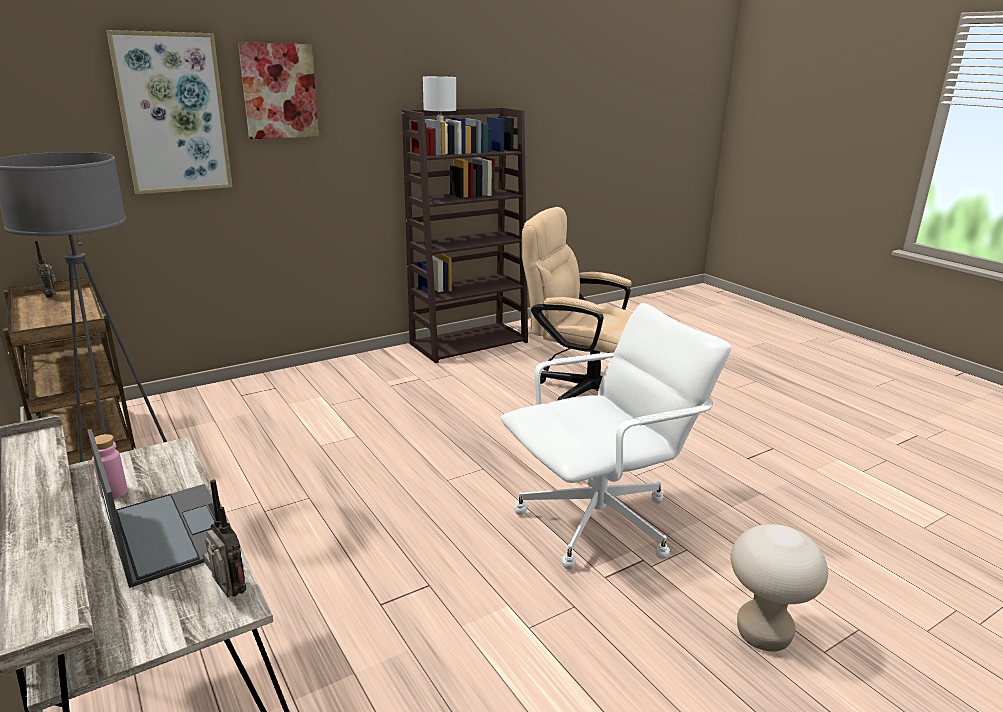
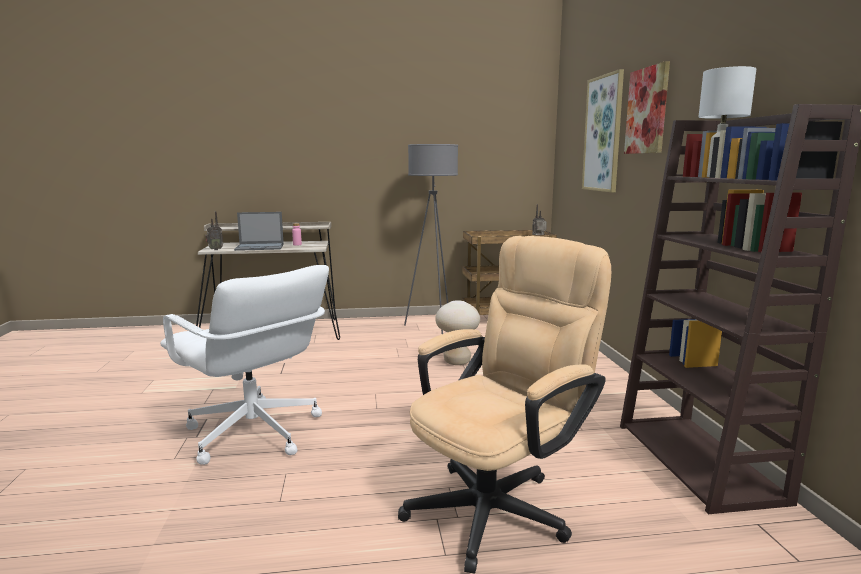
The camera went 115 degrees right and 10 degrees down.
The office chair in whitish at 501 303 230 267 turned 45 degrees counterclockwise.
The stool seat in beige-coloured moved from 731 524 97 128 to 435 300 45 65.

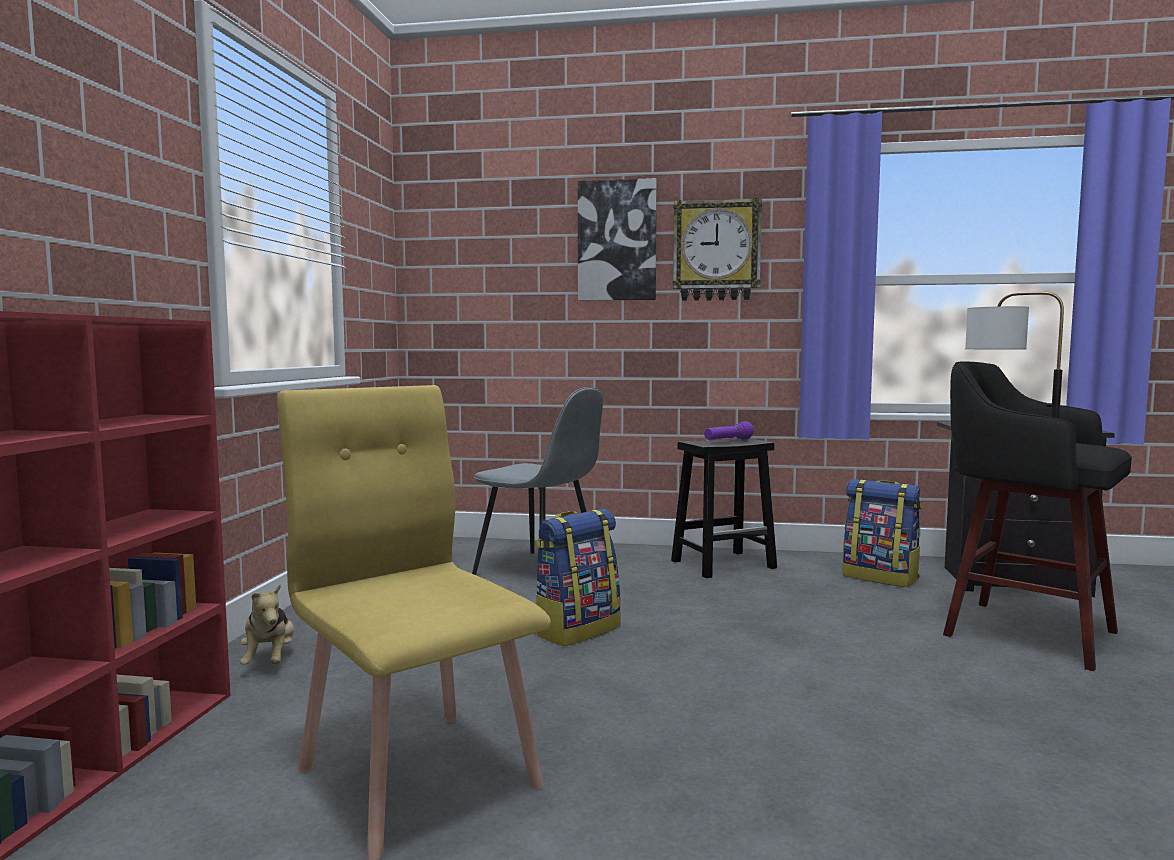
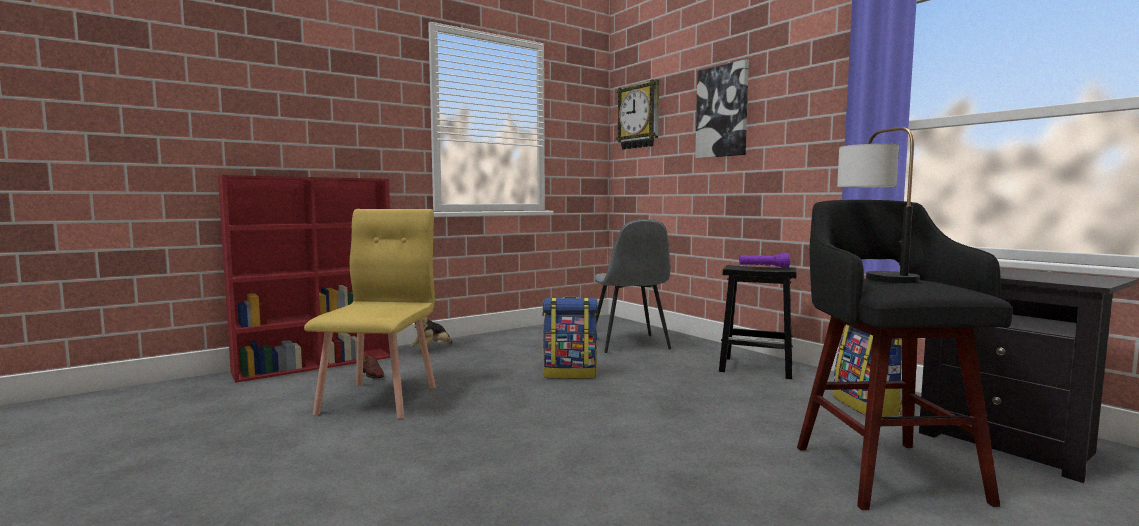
The camera went 45 degrees right and 0 degrees up.
The wall clock moved from 673 198 89 103 to 616 80 43 69.
The low shoe in brown-coloured at 363 355 21 24 appeared.

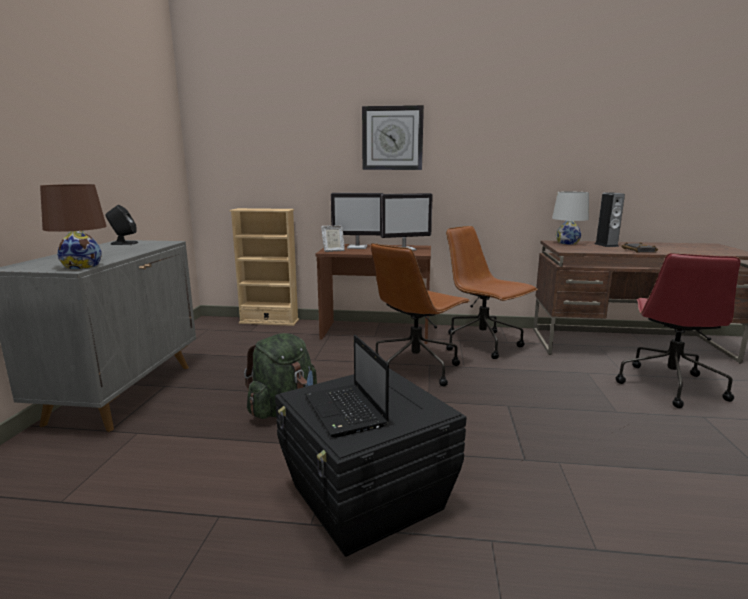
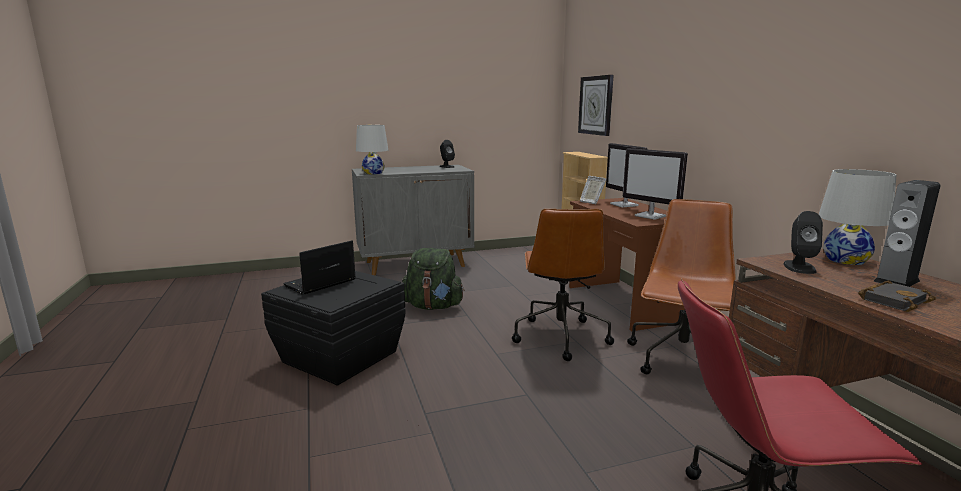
The camera went 65 degrees right and 0 degrees up.
The wall clock moved from 362 105 62 65 to 578 75 35 61.
The tabletop lamp in brown-coloured at 40 184 67 85 became the tabletop lamp in whitish at 356 125 32 50.
The office chair in brown-coloured at 371 243 99 143 turned 105 degrees counterclockwise.
The loudspeaker in blackish at 783 211 40 63 appeared.

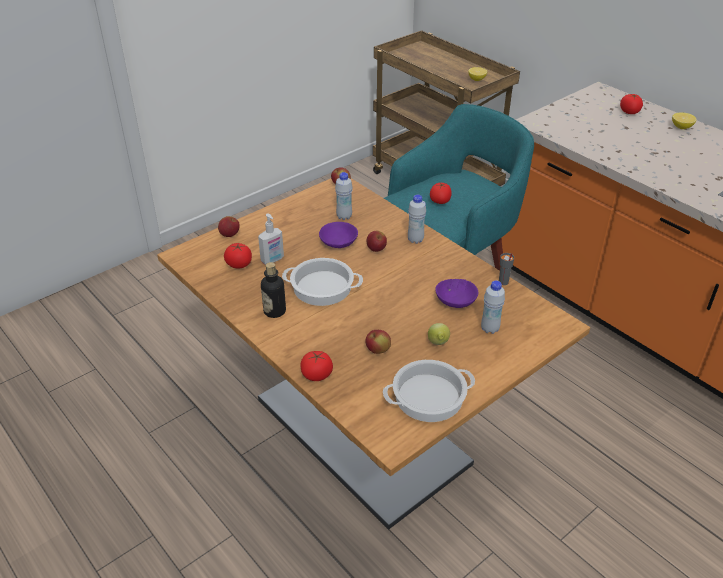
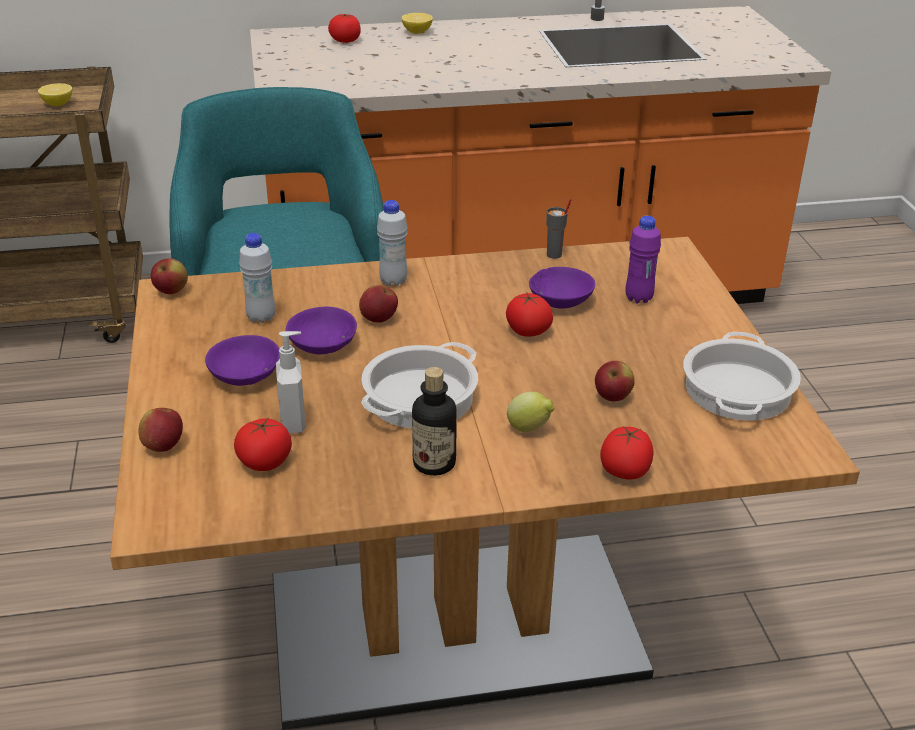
The camera went 60 degrees left and 5 degrees down.
The whole tomato moved from 430 183 22 21 to 506 292 47 45.
The drink bottle in whitish at 481 280 24 54 became the drink bottle in purple at 625 216 36 87.
The lemon moved from 428 323 22 22 to 507 392 48 40.
The serving bowl in purple at 205 335 75 51 appeared.

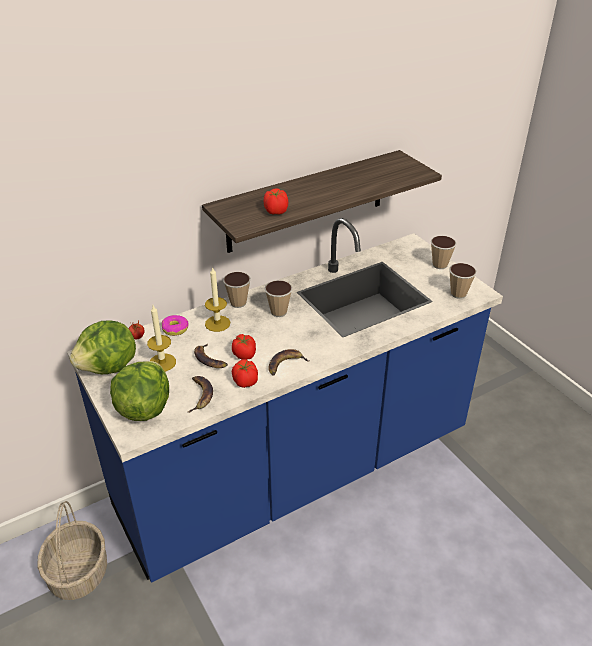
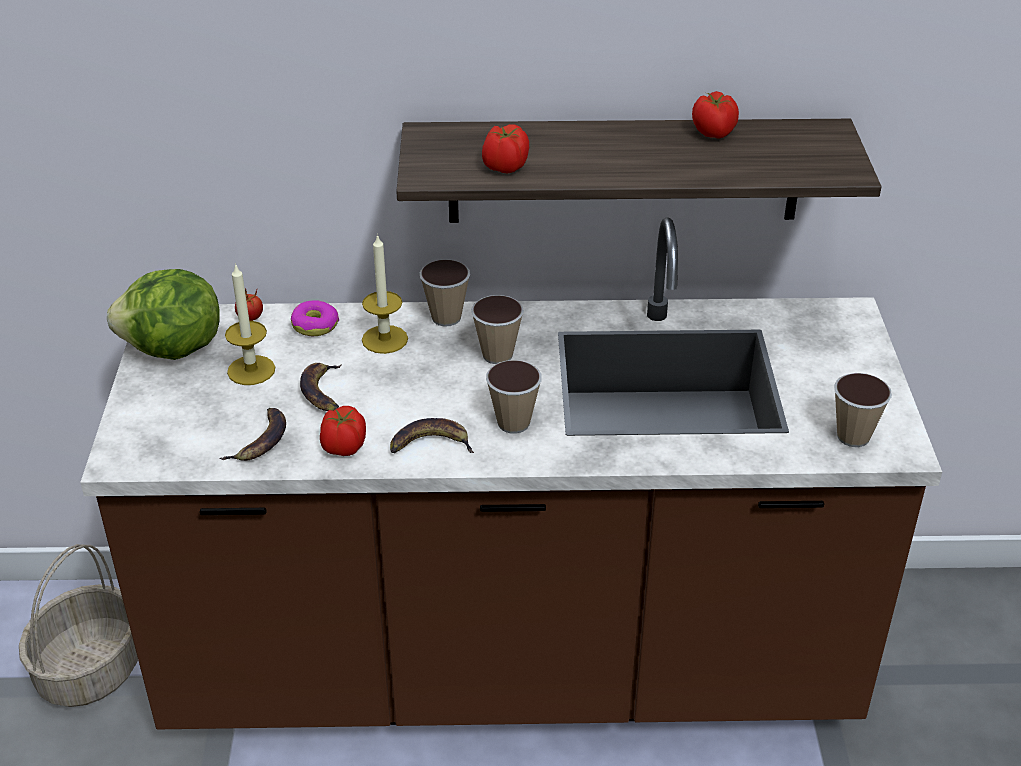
The camera went 30 degrees right and 0 degrees up.
The counter in blue at 67 218 436 365 became the counter in brown-coloured at 80 217 862 512.
The drinking cup moved from 431 236 26 33 to 486 360 56 74.
The whole tomato moved from 232 334 24 26 to 692 91 47 48.
The head of lettuce at 110 361 59 60 disappeared.

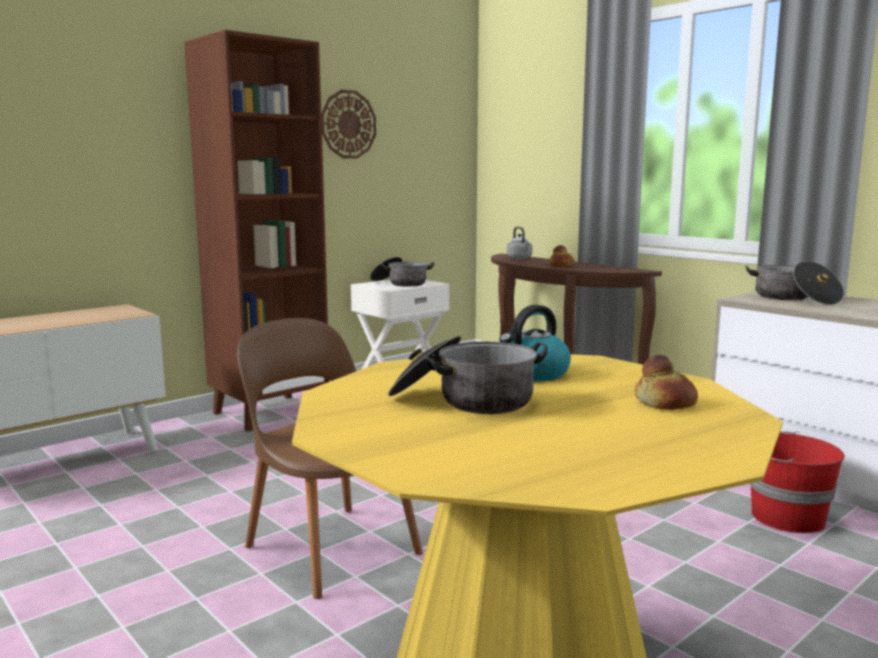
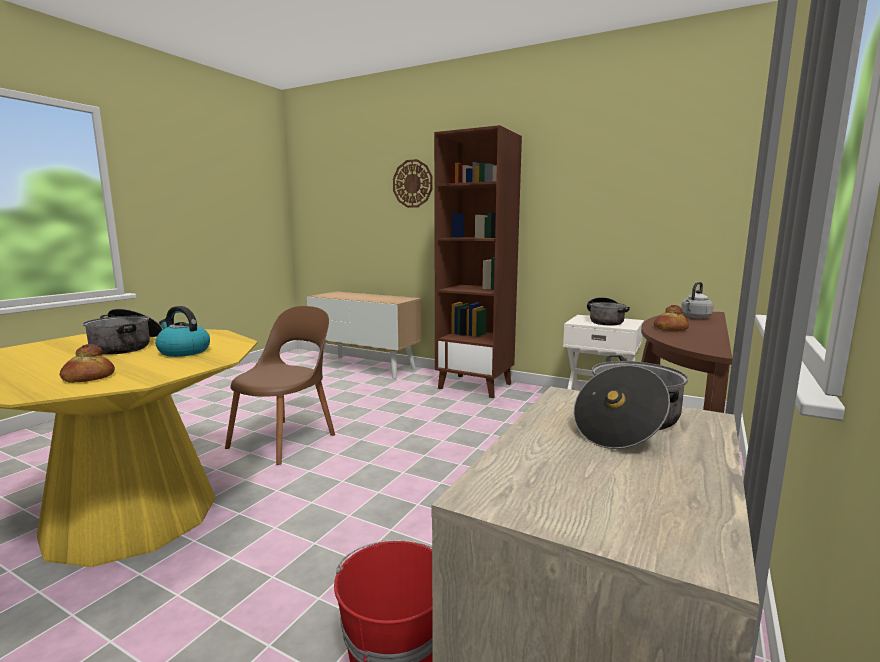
The camera went 70 degrees right and 0 degrees up.
The wall clock moved from 321 89 55 70 to 393 159 40 49.

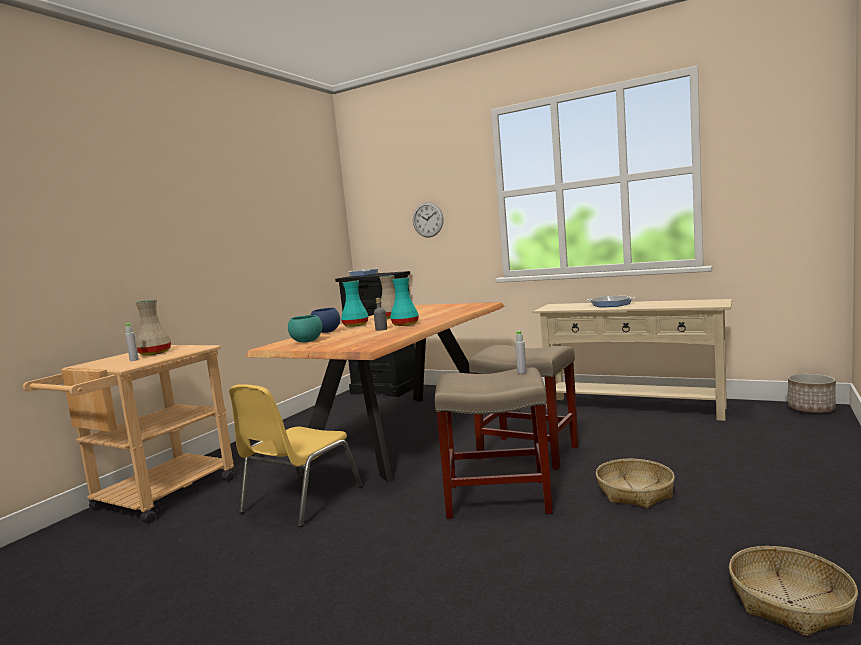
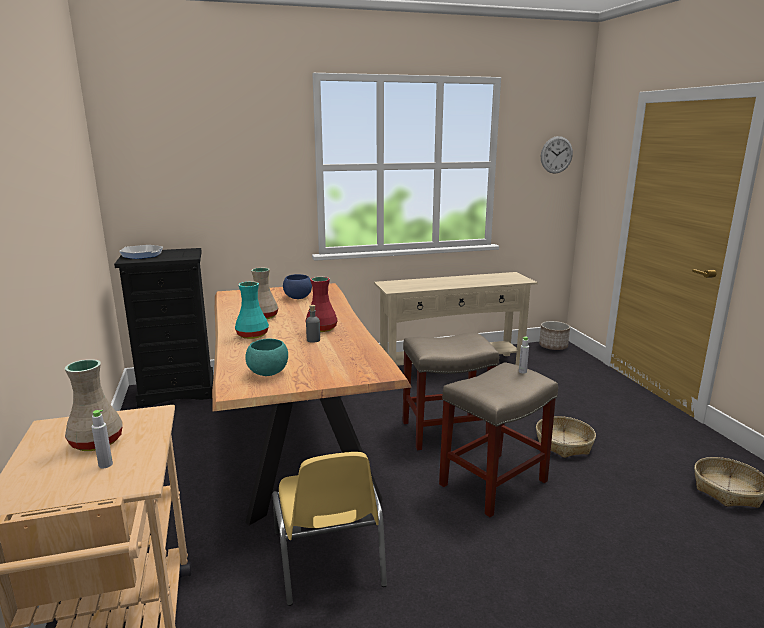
The camera went 45 degrees left and 10 degrees up.
The wall clock moved from 413 202 30 36 to 541 136 32 38.
The flower vase in turquoise at 390 278 29 48 became the flower vase in red at 306 277 31 55.
The frying pan at 587 296 47 11 disappeared.
The serving bowl in blue moved from 311 308 29 25 to 283 274 29 25.

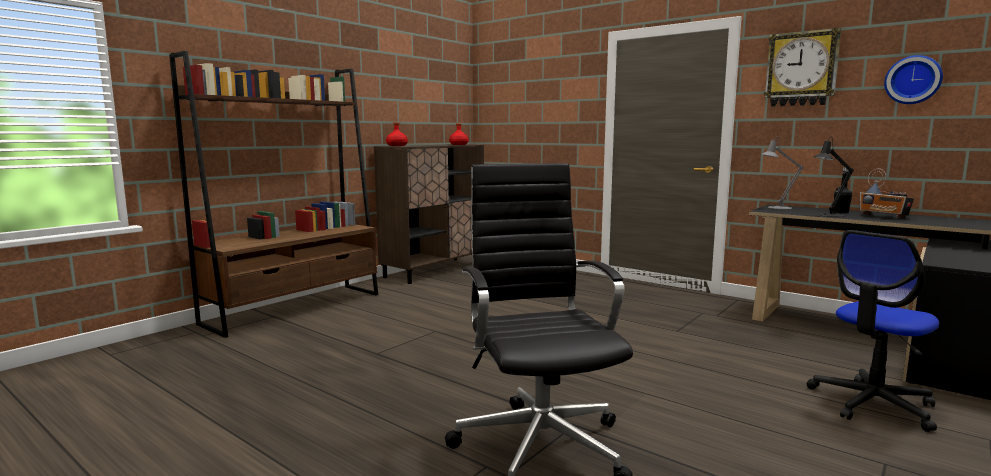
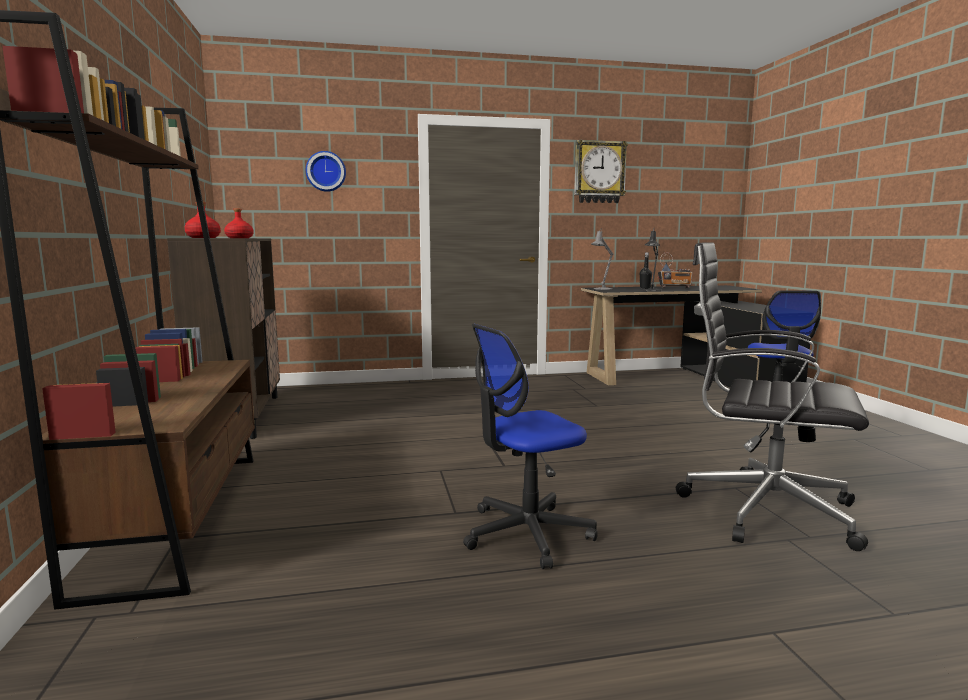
The camera went 50 degrees left and 0 degrees up.
The wall clock moved from 884 55 59 49 to 306 151 40 41.
The office chair at 463 324 135 245 appeared.

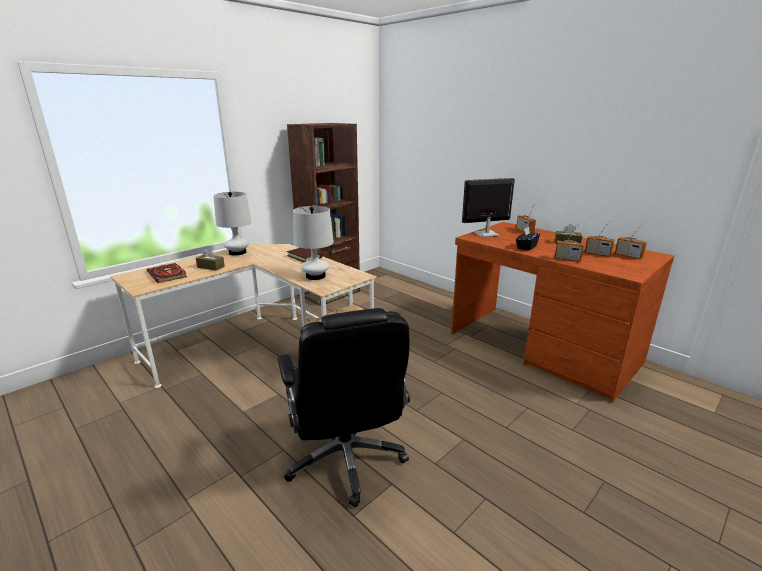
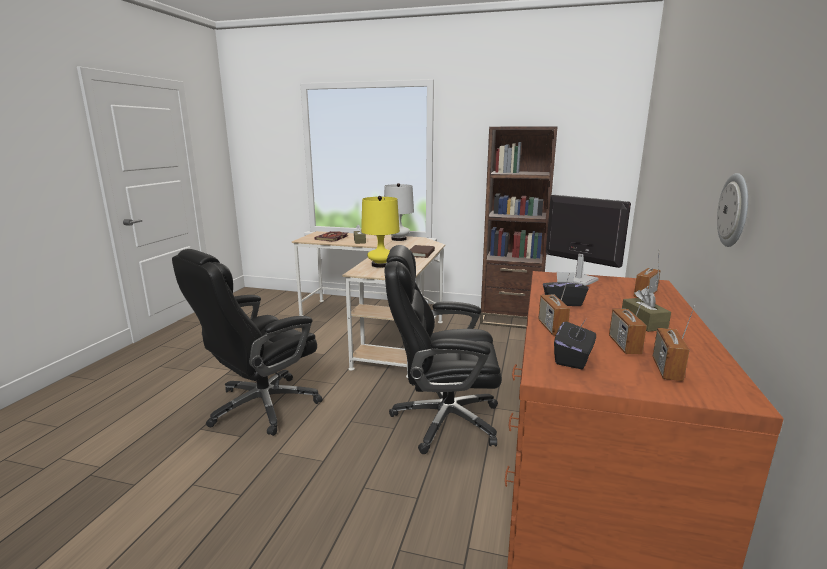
The camera went 60 degrees right and 5 degrees down.
The tabletop lamp in whitish at 293 206 41 74 became the tabletop lamp in yellow at 361 196 39 72.
The wall clock at 717 173 31 74 appeared.
The office chair in blackish at 385 245 117 209 appeared.
The tissue holder in blackish at 554 319 42 50 appeared.

